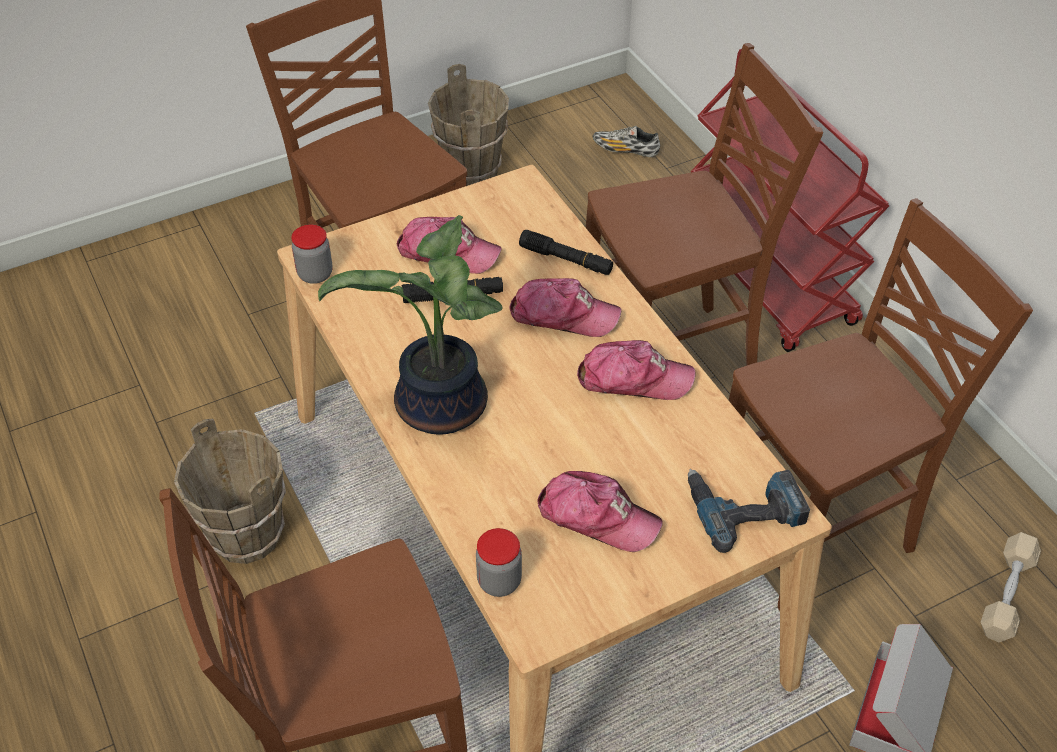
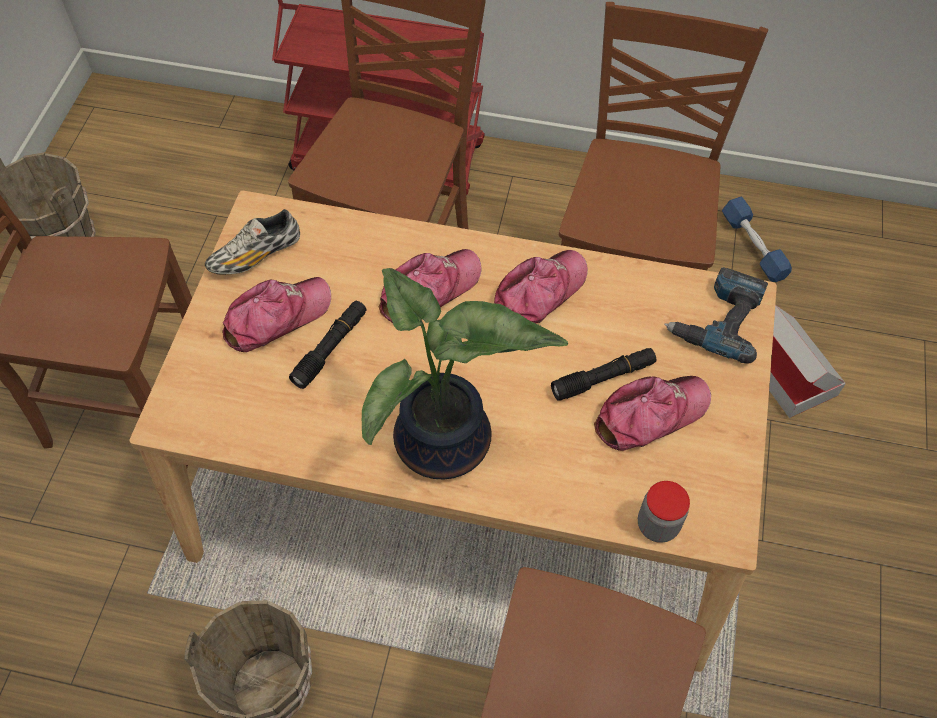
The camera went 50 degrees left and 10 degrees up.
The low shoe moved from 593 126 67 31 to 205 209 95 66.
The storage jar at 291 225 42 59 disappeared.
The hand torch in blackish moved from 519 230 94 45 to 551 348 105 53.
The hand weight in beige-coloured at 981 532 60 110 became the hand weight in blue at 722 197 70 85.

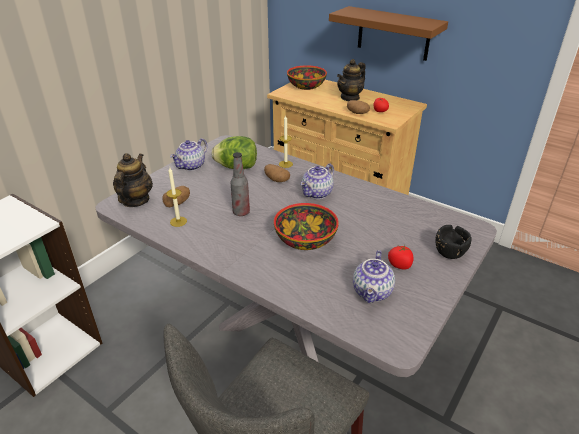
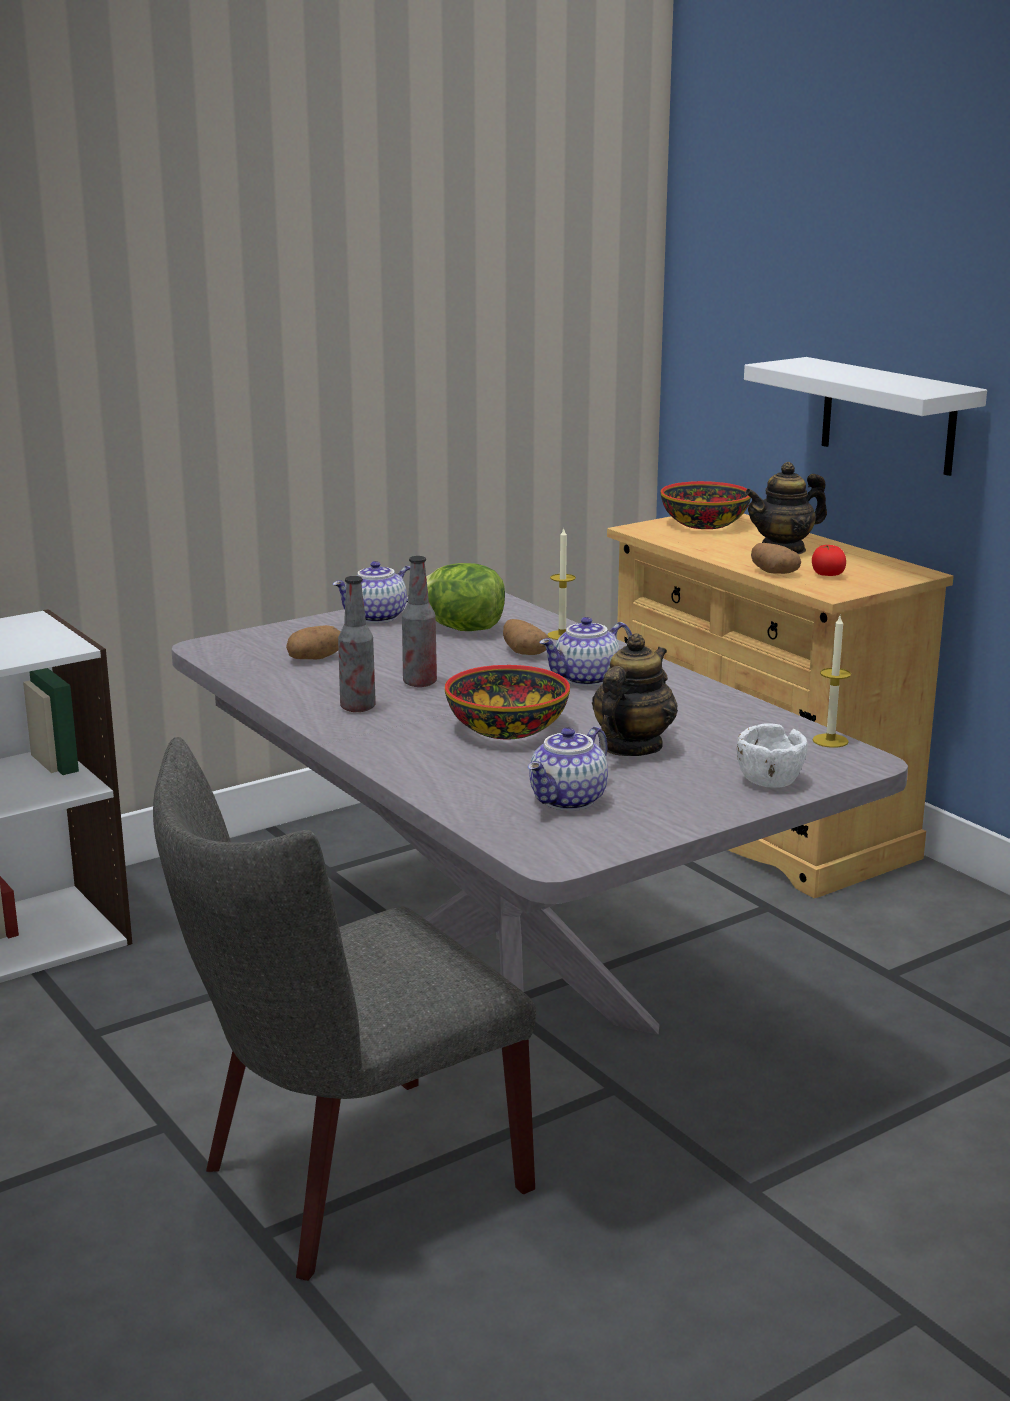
The camera went 20 degrees right and 15 degrees down.
The shelf in brown-coloured at 329 6 119 55 became the shelf in whitish at 744 357 243 119.
The pot for tea moved from 113 153 40 54 to 592 633 86 123.
The wax light moved from 166 168 21 59 to 813 616 38 132.
The serving bowl in blackish at 435 225 37 34 became the serving bowl in whitish at 737 723 71 65.
The whole tomato at 388 245 25 24 disappeared.
The drink bottle at 338 576 38 136 appeared.

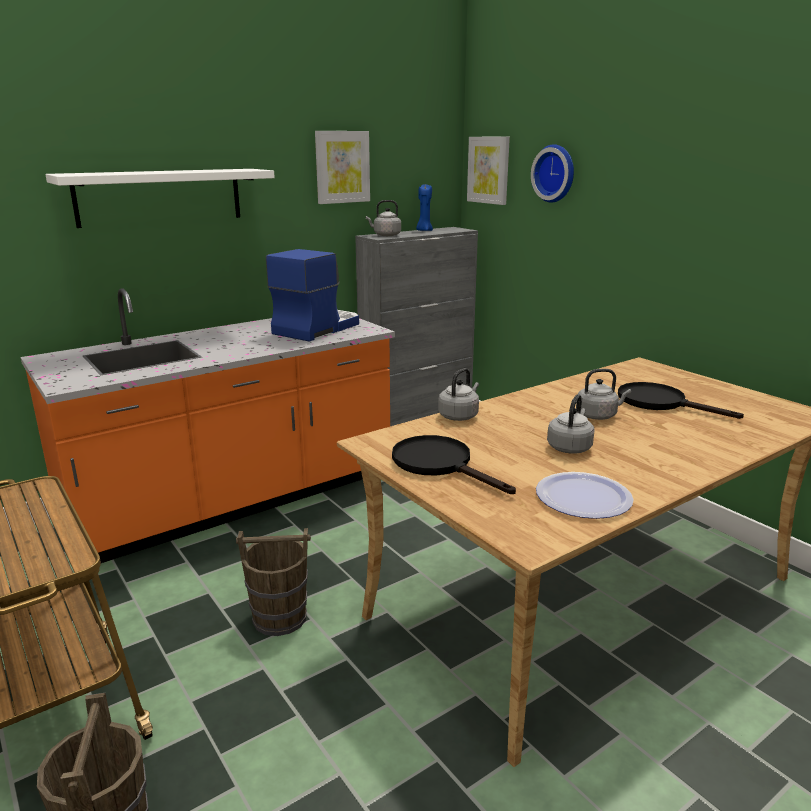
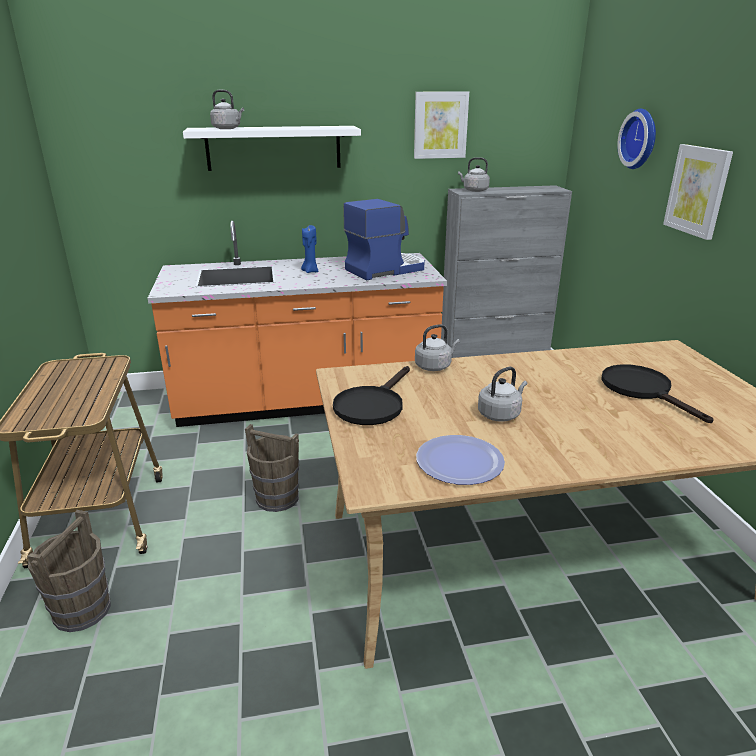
The camera went 25 degrees right and 5 degrees up.
The wall art moved from 467 137 43 68 to 663 144 70 96.
The wax light in blue moved from 416 184 17 47 to 301 225 17 48.
The kettle in greyish moved from 576 369 55 51 to 210 90 34 39.
The frying pan in blackish at 392 435 124 59 turned 135 degrees counterclockwise.

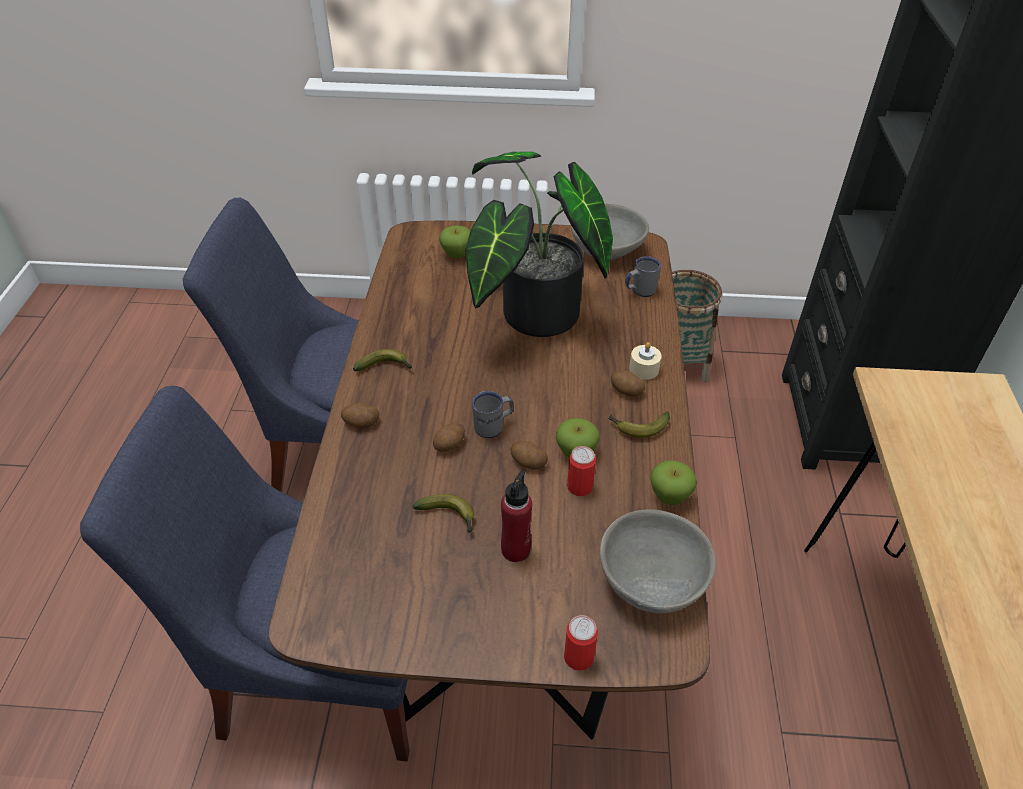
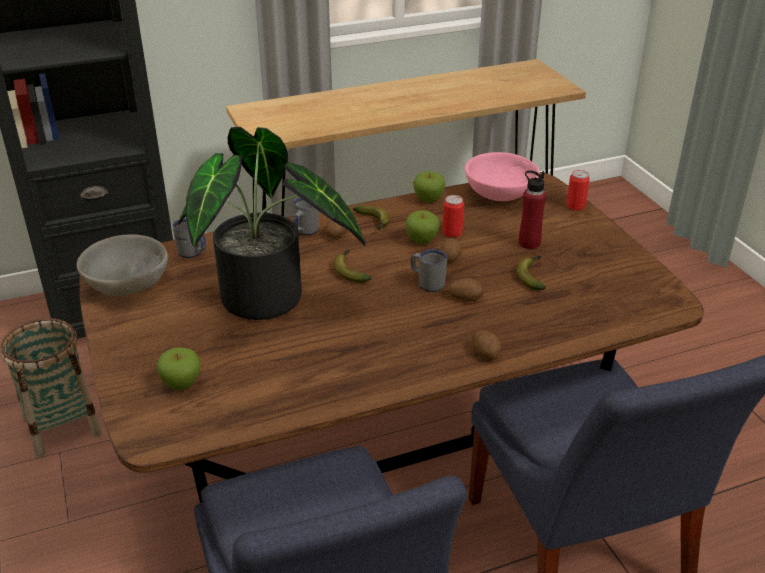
The camera went 115 degrees left and 10 degrees down.
The wax light in beige-coloured at 629 342 33 38 was replaced by the mug in greyish at 293 197 26 38.
The banana fruit moved from 353 349 59 23 to 333 250 39 33.
The serving bowl in greyish at 600 509 116 104 became the serving bowl in pinkish at 465 152 75 49.

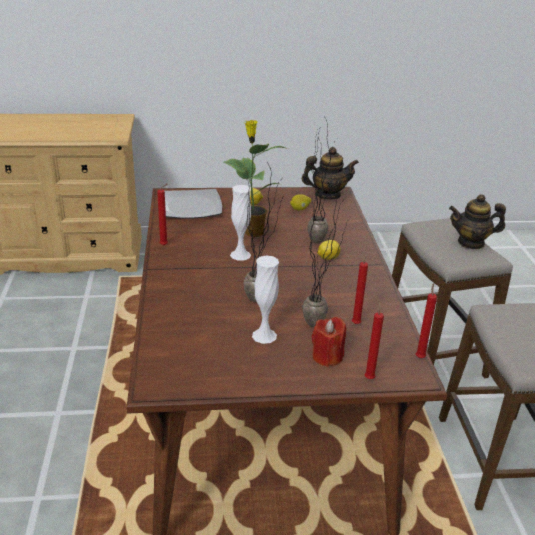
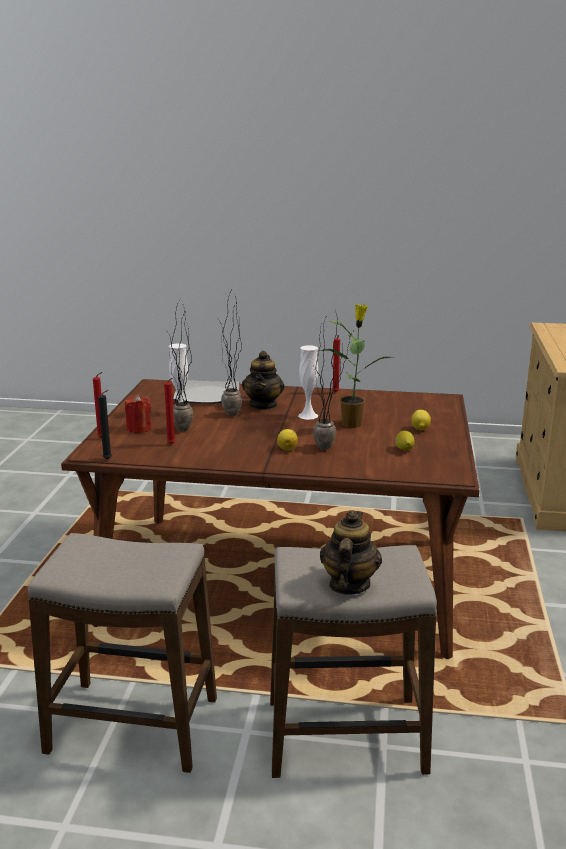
The camera went 105 degrees right and 10 degrees down.
The pot for tea moved from 302 147 57 53 to 242 351 43 59.
The dinner plate moved from 165 189 57 30 to 173 380 66 24.
The wax light in red at 416 283 21 75 became the wax light in blackish at 98 390 14 70.

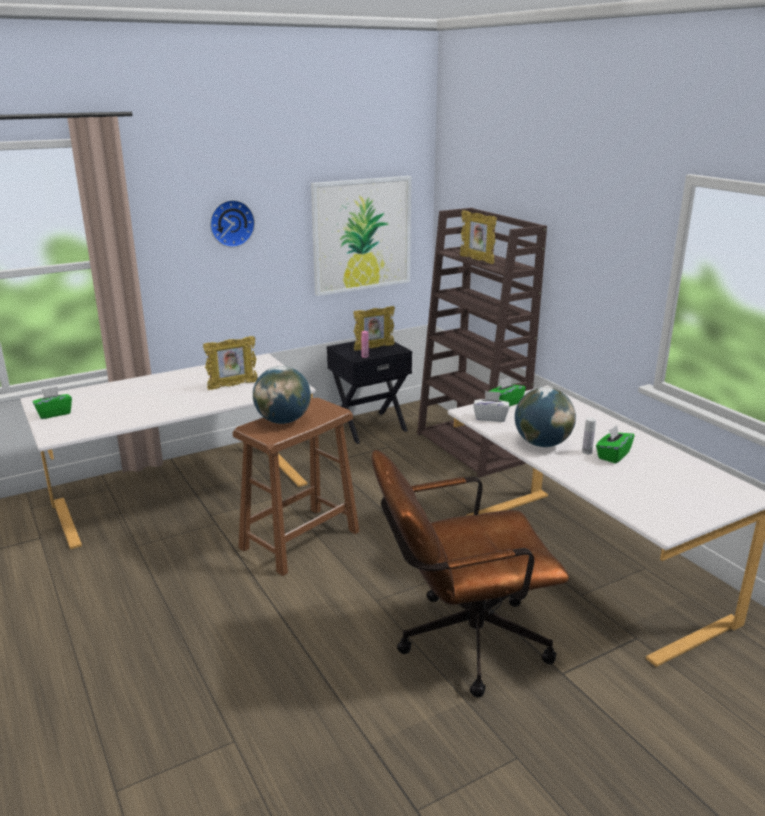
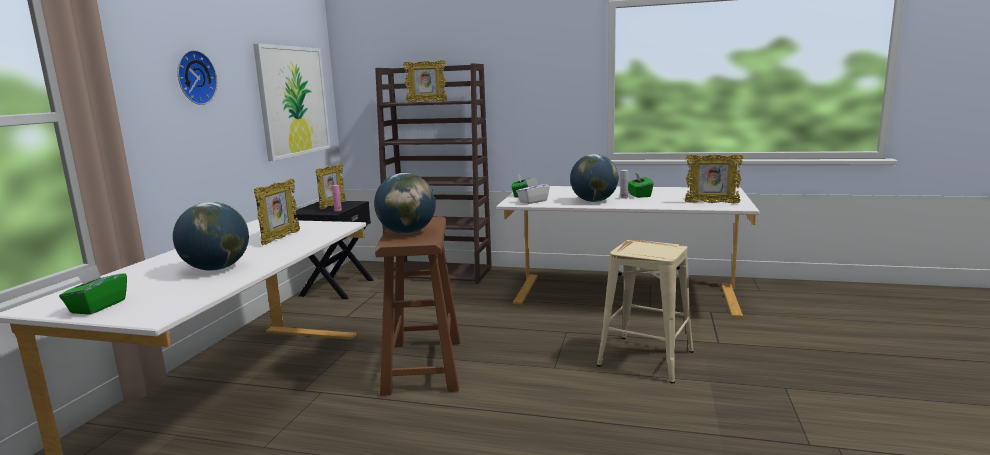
The camera went 45 degrees left and 10 degrees down.
The office chair in brown-coloured at 372 450 197 248 was replaced by the stool seat in beige-coloured at 597 240 97 144.
The photo frame at 685 154 58 50 appeared.
The desk globe at 173 202 76 69 appeared.

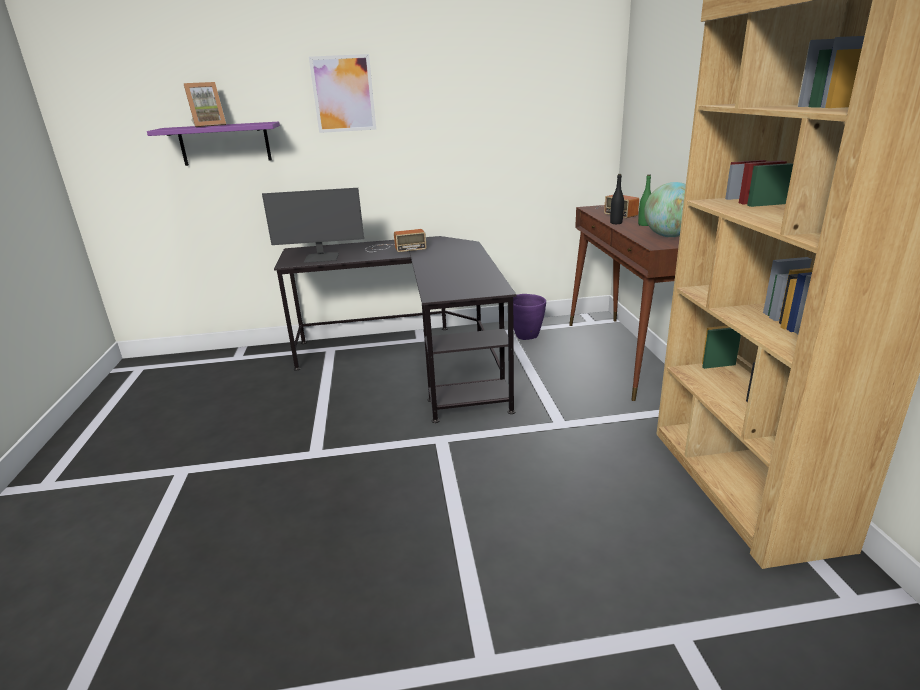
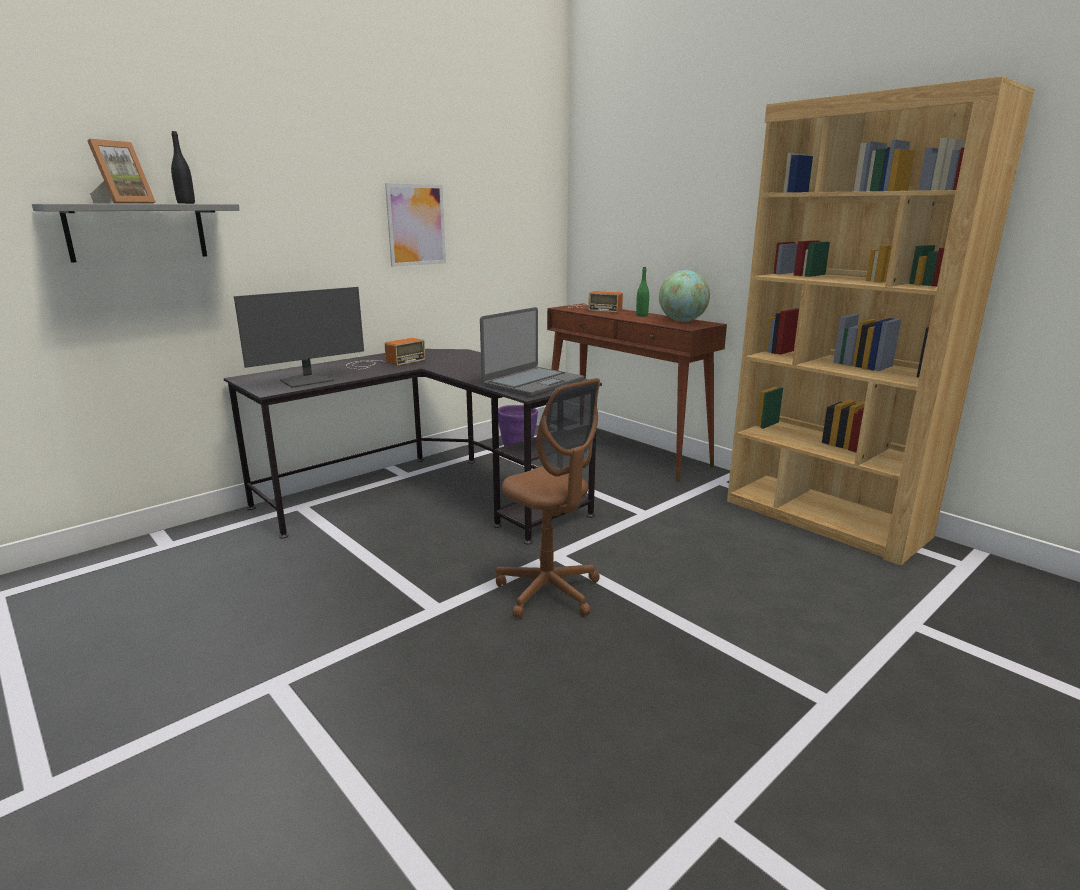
The camera went 35 degrees left and 5 degrees down.
The wall art moved from 309 54 67 79 to 385 183 61 84.
The shelf in purple at 147 122 133 44 became the shelf in greyish at 32 204 208 59.
The drink bottle in blackish moved from 610 174 14 50 to 171 131 24 73.
The laptop at 480 307 104 90 appeared.
The office chair in brown-coloured at 496 378 104 241 appeared.

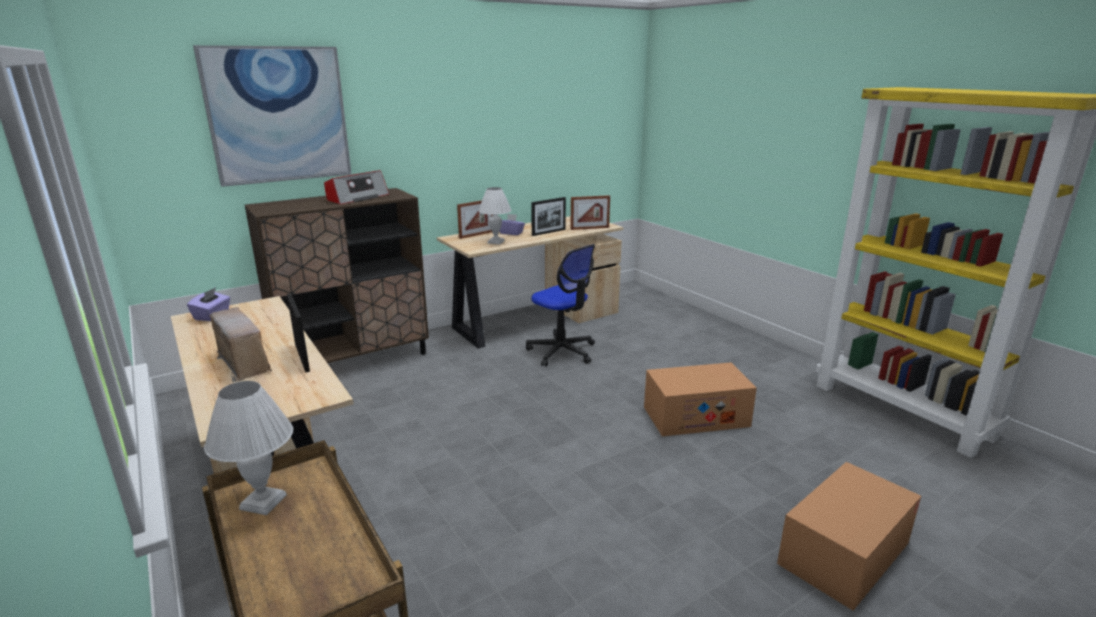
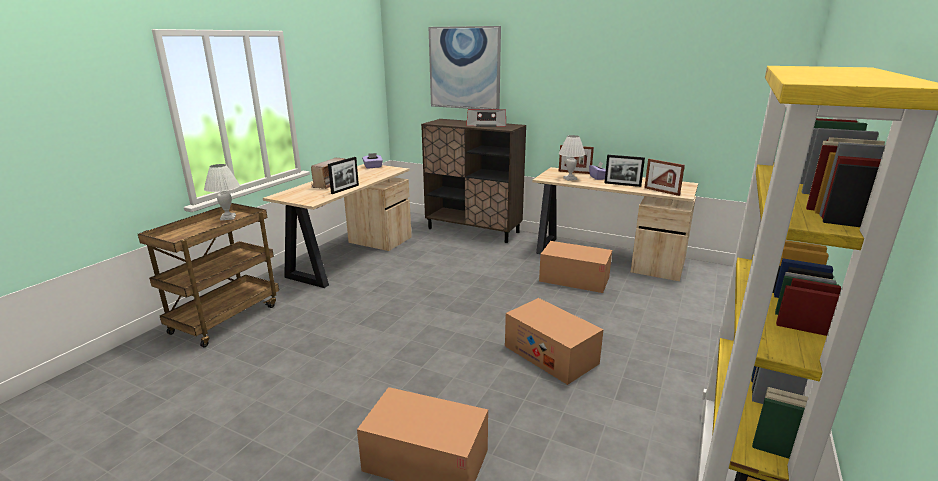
The camera went 60 degrees right and 0 degrees up.
The office chair at 526 244 69 123 was replaced by the cardboard box at 539 241 73 52.

